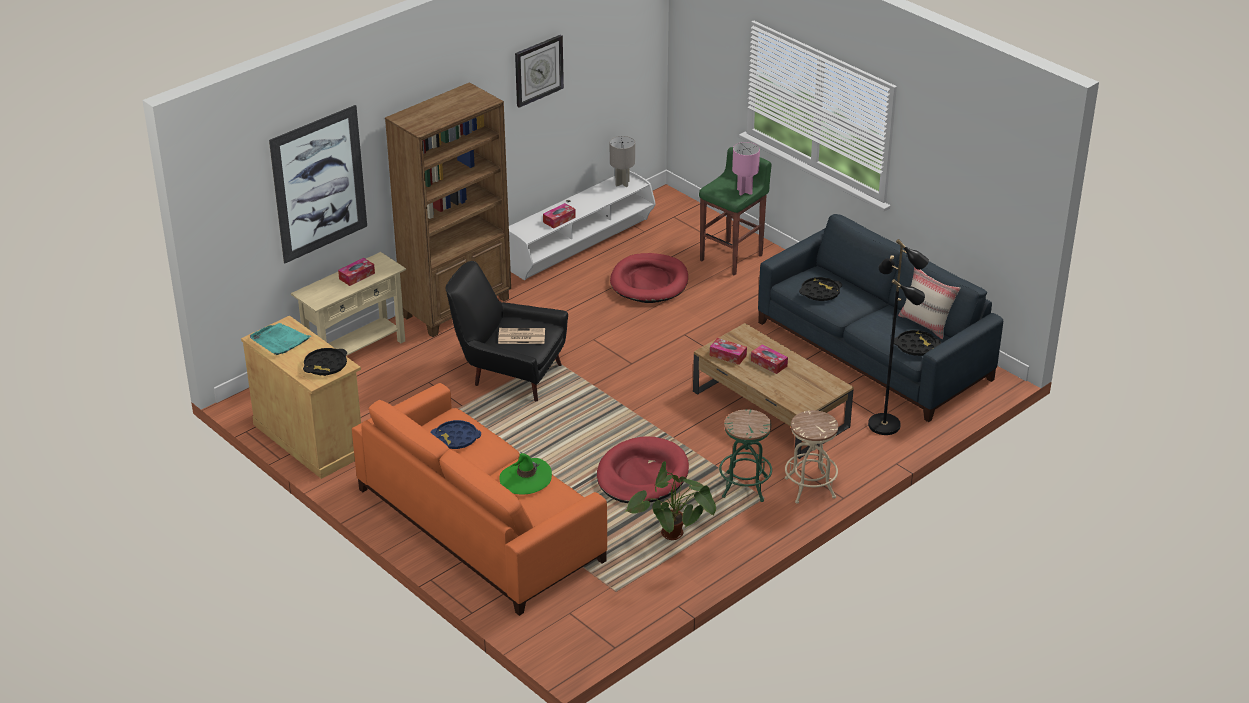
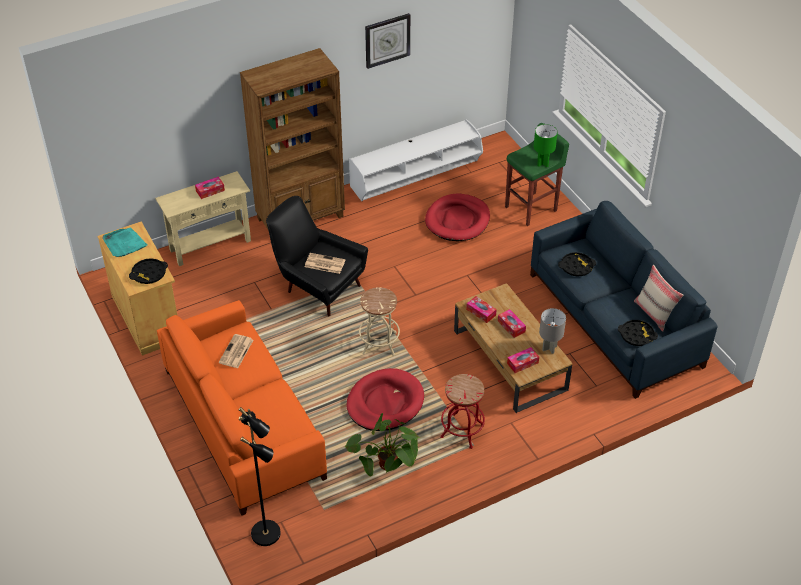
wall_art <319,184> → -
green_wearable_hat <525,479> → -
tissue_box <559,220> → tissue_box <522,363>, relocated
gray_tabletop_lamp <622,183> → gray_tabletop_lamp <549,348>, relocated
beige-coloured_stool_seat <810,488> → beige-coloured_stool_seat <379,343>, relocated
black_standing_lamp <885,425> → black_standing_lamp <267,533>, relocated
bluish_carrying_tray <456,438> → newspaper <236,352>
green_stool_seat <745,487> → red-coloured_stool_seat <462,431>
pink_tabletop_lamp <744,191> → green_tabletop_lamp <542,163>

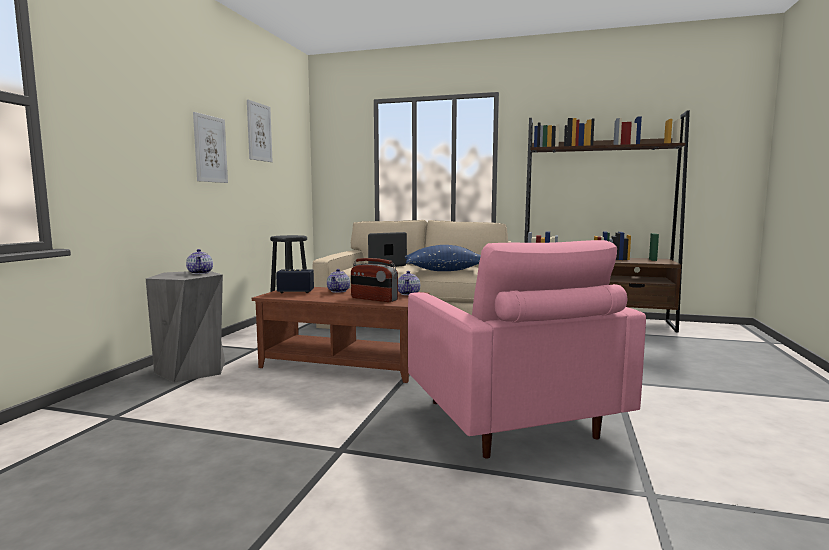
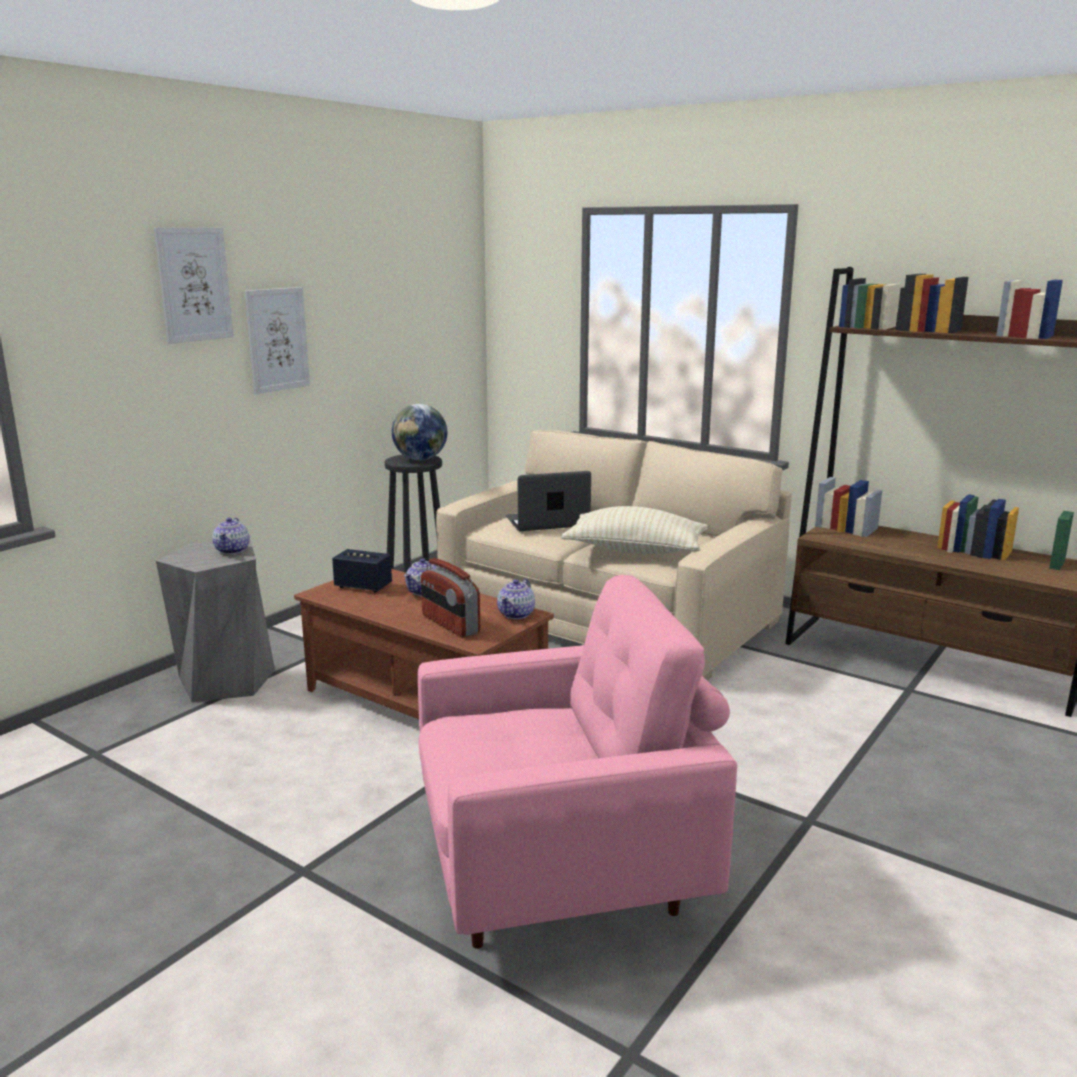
- → globe <420,459>
wall_art <259,132> → wall_art <194,284>, relocated
bluish_cushion <444,270> → beige-coloured_cushion <635,550>
pink_armchair <511,421> → pink_armchair <563,870>, 105 degrees counterclockwise

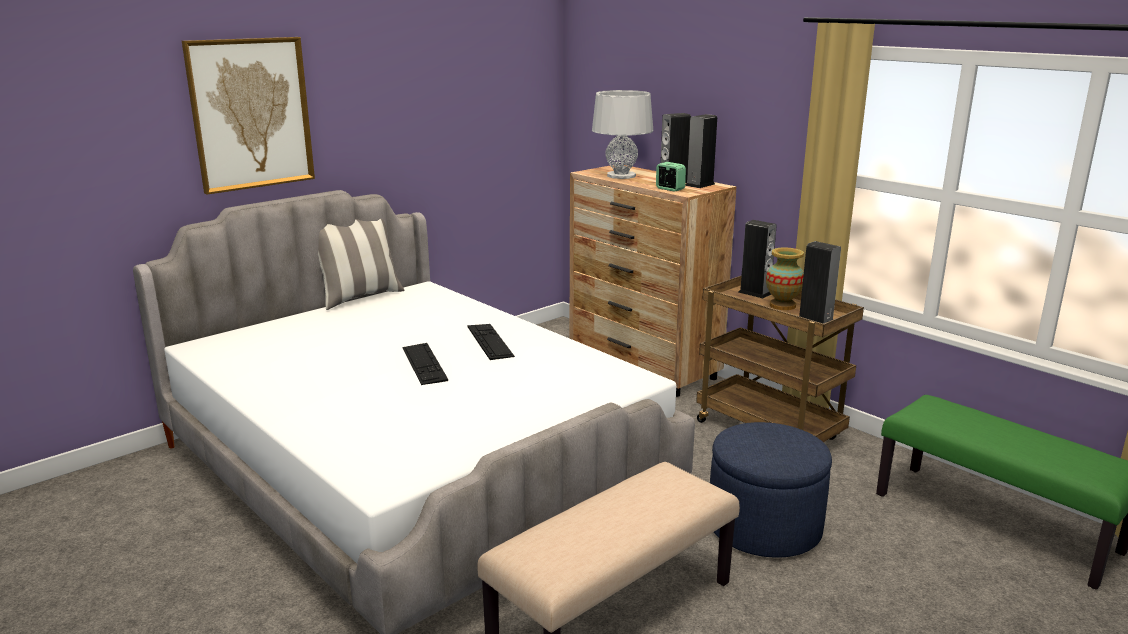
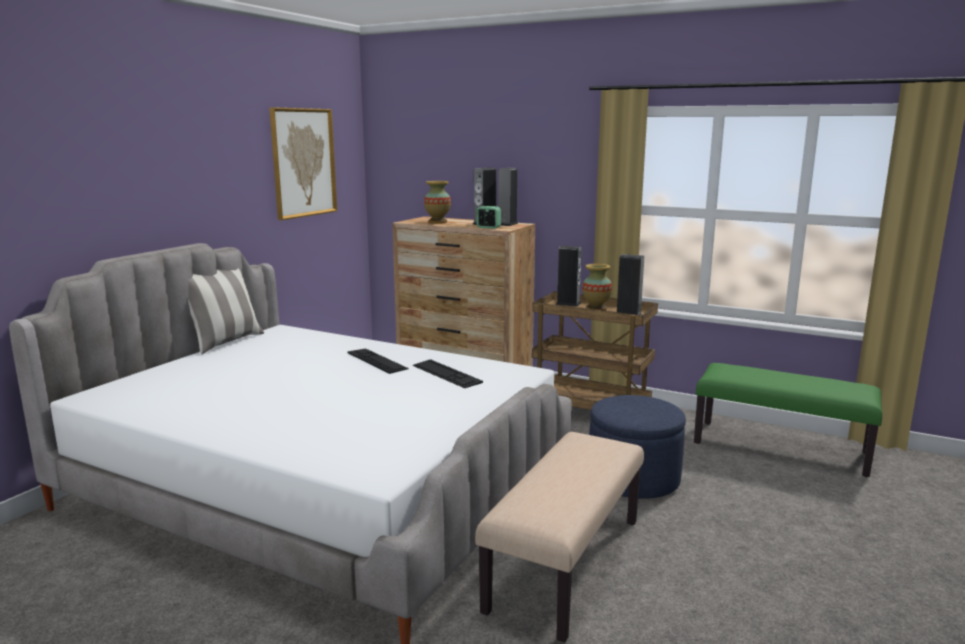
wall_art <251,114> → wall_art <303,162>, relocated
PC_keyboard <424,363> → PC_keyboard <446,373>, relocated
gray_tabletop_lamp <621,176> → vase <437,222>

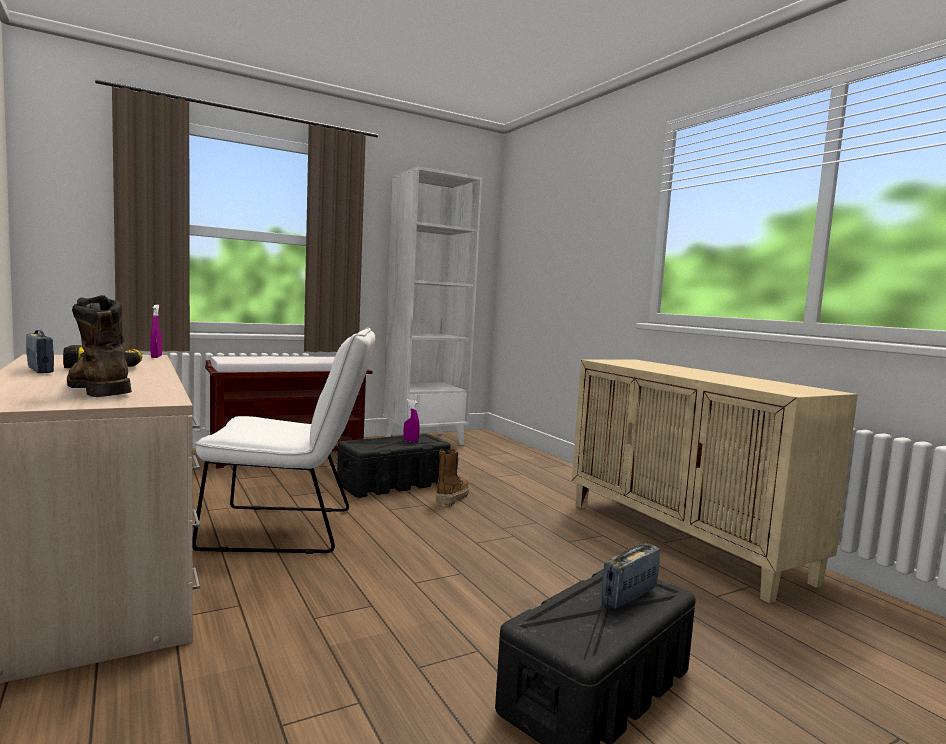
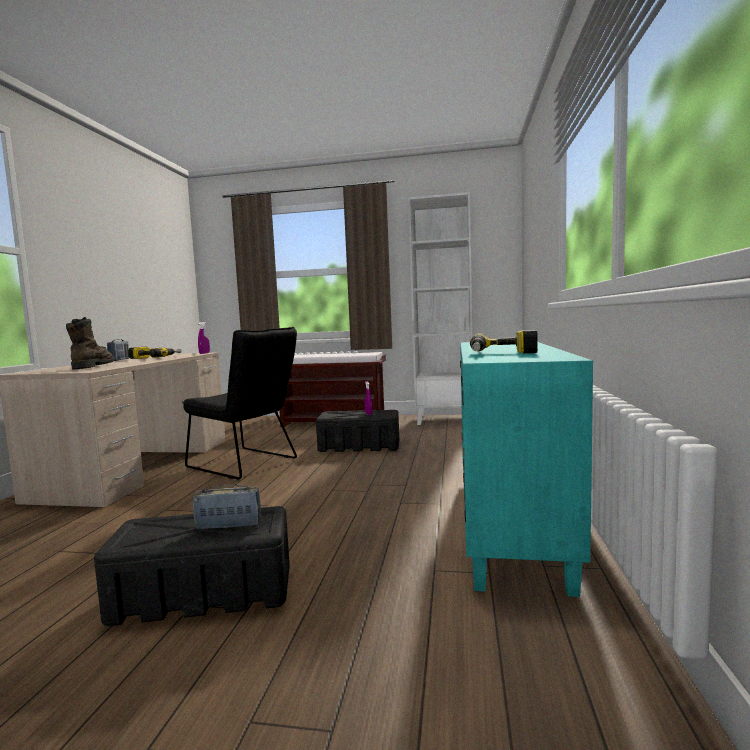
boot <451,498> → -
- → electric_drill <502,354>
white-coloured_plain_chair <290,530> → black_plain_chair <247,464>
beige-coloured_cupboard <684,540> → blue-green_cupboard <510,523>

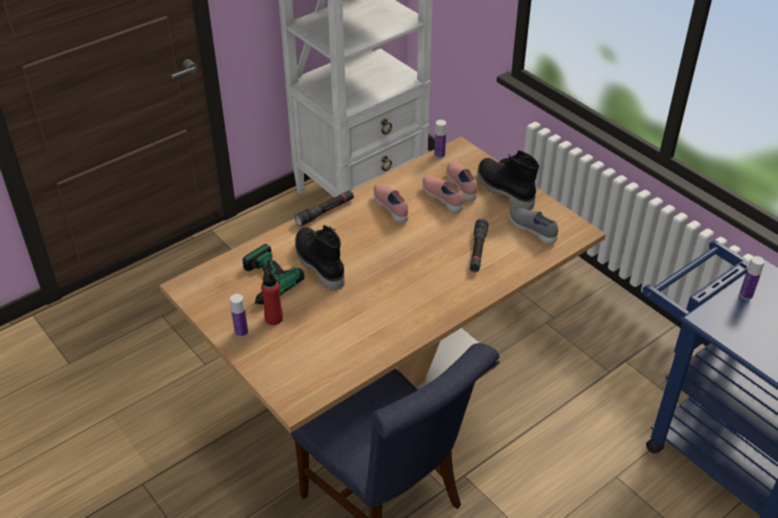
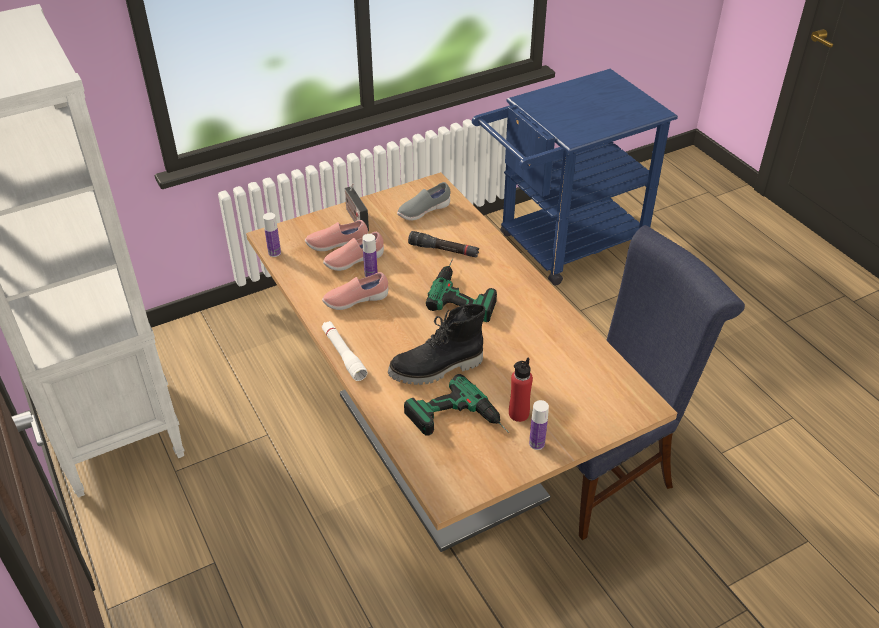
- → electric_drill <465,292>
beverage_bottle <746,295> → beverage_bottle <371,274>, relocated
black_boot <503,190> → radio <356,219>
black_flashlight <325,212> → white-coloured_flashlight <343,355>

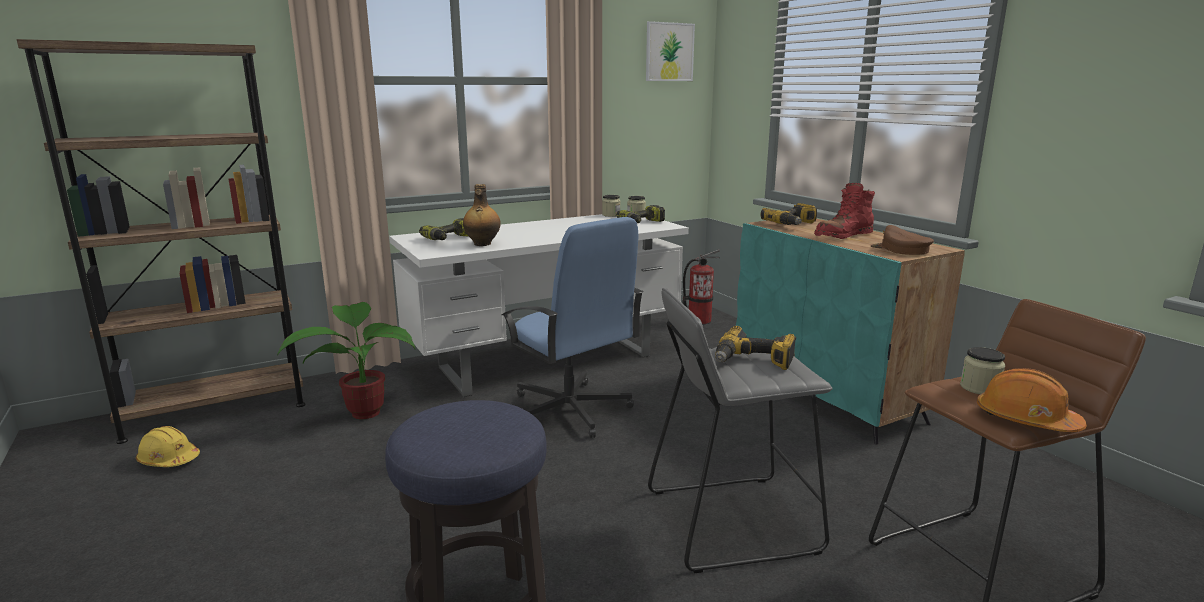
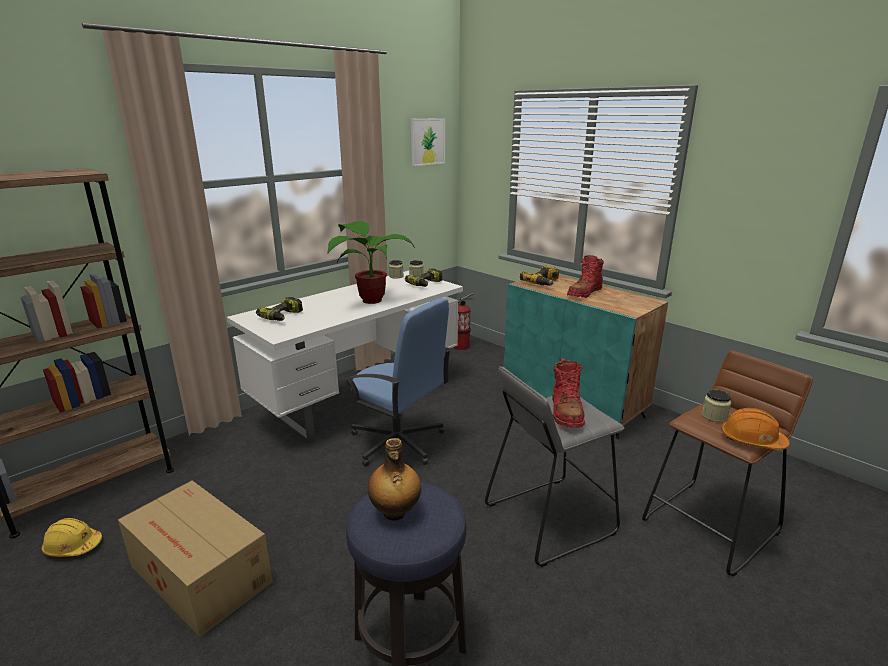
brown-coloured_peaked_cap <900,250> → -
- → packing_box <201,576>
plant_in_a_pot <363,411> → plant_in_a_pot <369,299>, relocated
beverage_bottle <482,244> → beverage_bottle <395,512>, relocated
electric_drill <753,361> → red-coloured_boot <566,412>

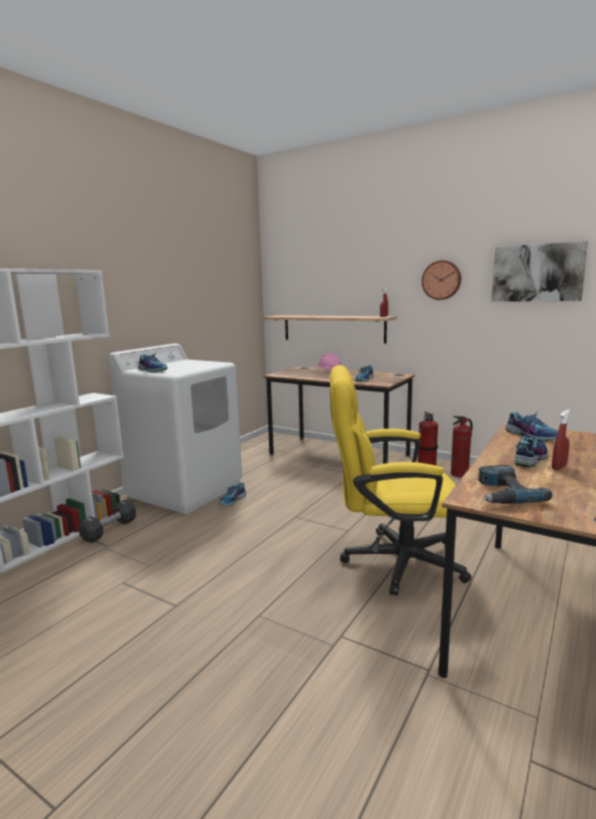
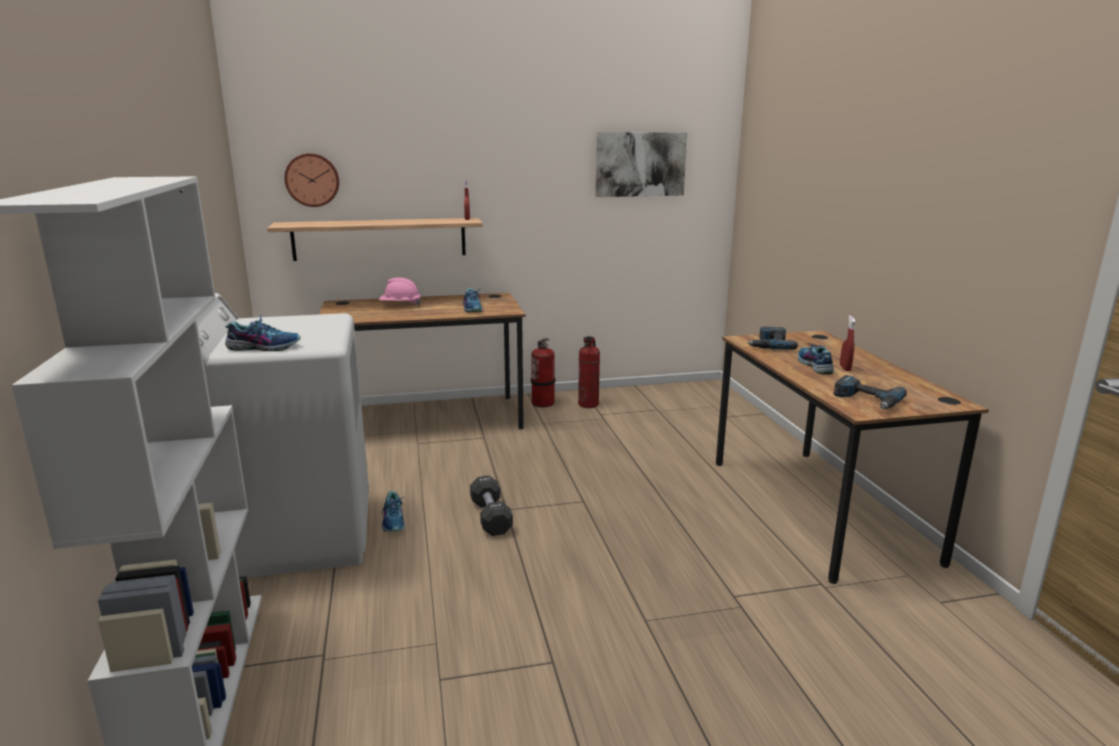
yellow-coloured_computer_chair <391,561> → -
black_free_weight <109,530> → black_free_weight <491,517>, relocated
wall_clock <441,280> → wall_clock <312,180>, relocated
item_of_footwear <532,435> → electric_drill <769,344>

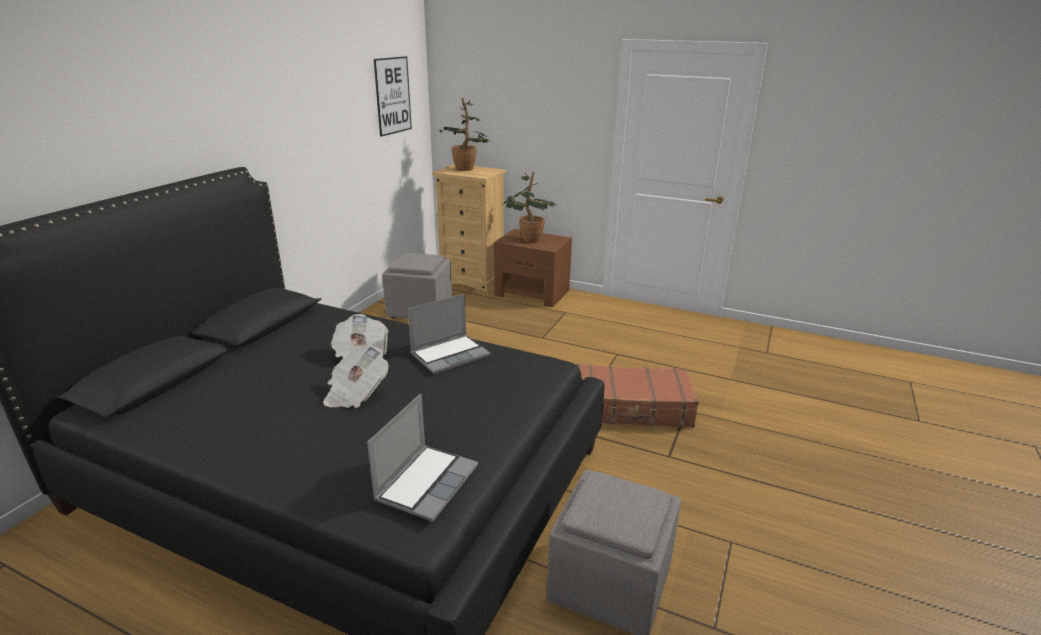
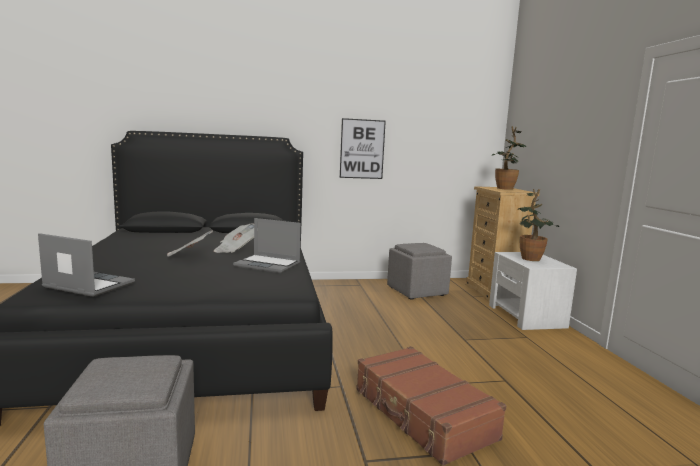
wall_art <393,96> → wall_art <362,149>, relocated
brown-coloured_night_table <532,293> → white-coloured_night_table <526,316>
notebook_computer <426,482> → notebook_computer <87,285>, 150 degrees counterclockwise

